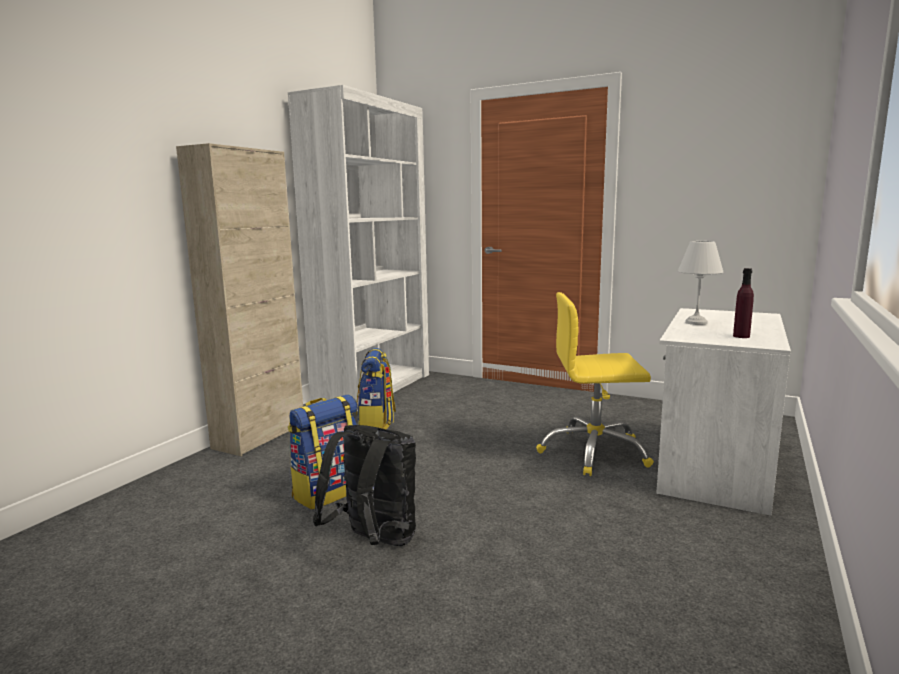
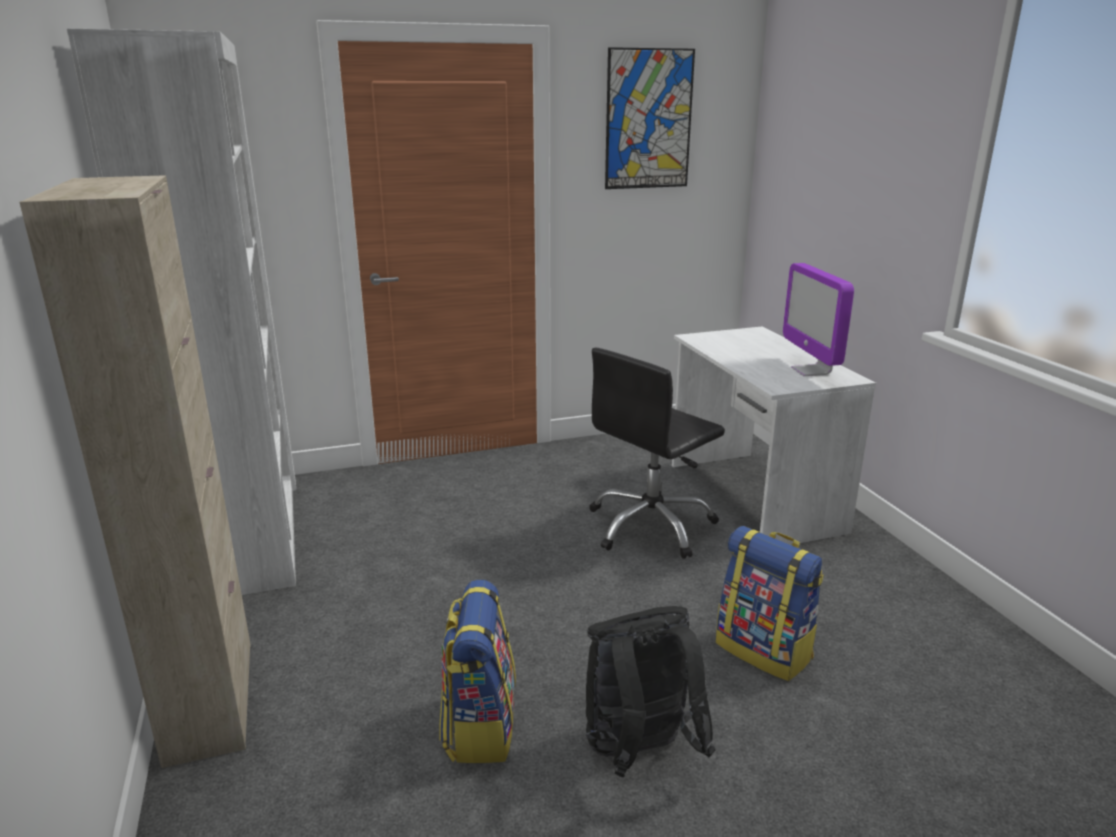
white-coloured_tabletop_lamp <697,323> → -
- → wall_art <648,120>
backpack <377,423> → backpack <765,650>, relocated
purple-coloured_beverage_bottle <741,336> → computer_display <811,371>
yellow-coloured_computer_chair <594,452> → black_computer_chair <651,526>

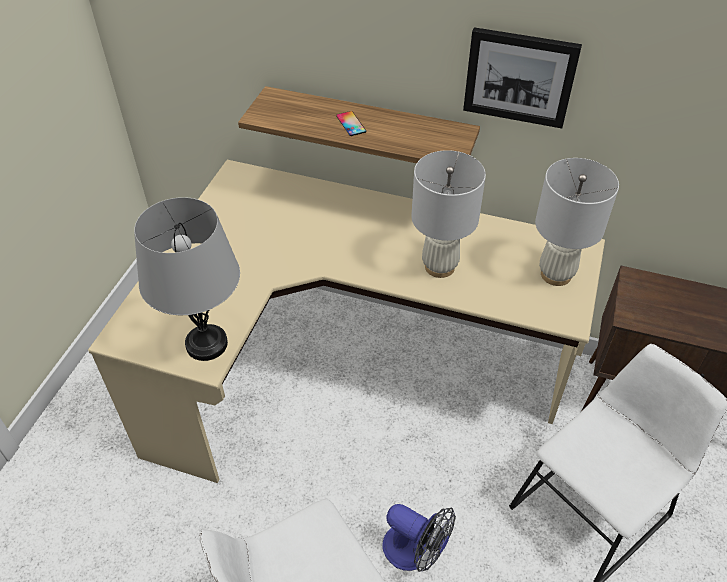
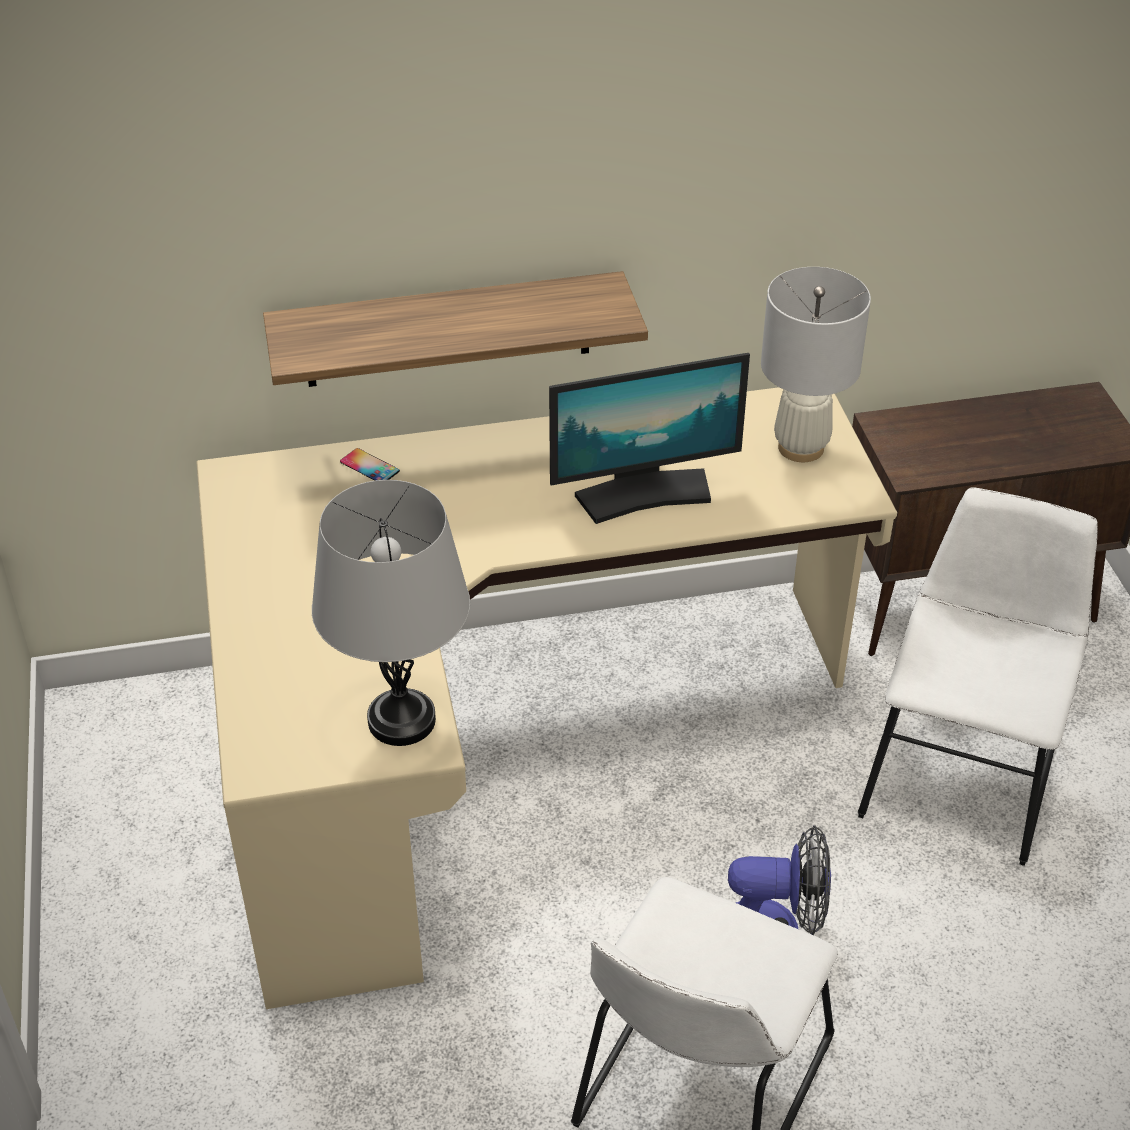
wall_art <519,77> → -
phone <351,124> → phone <369,466>, relocated
white-coloured_tabletop_lamp <440,266> → computer_display <644,494>

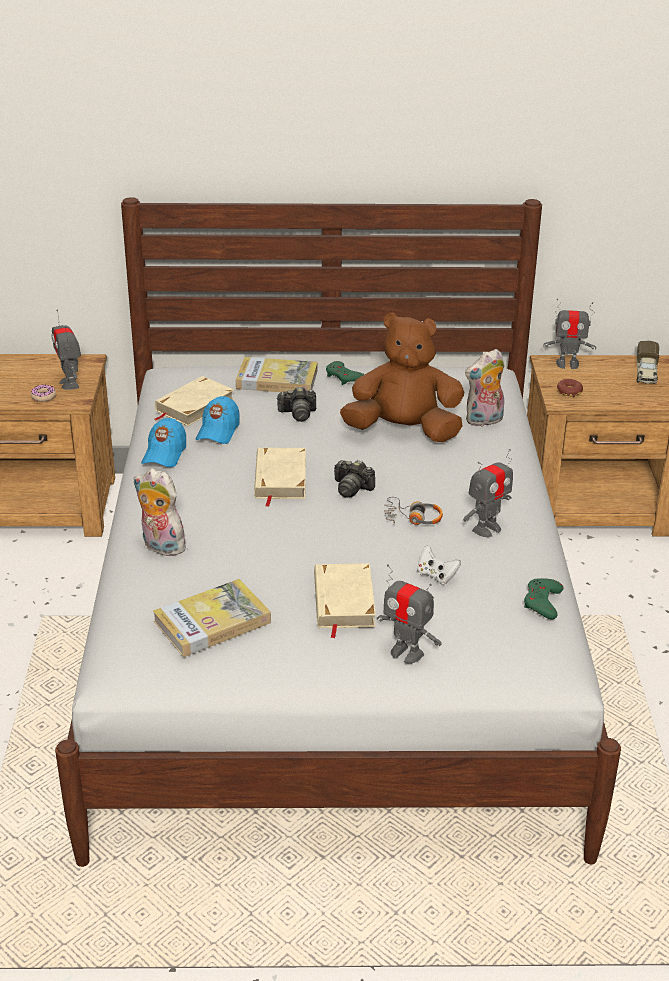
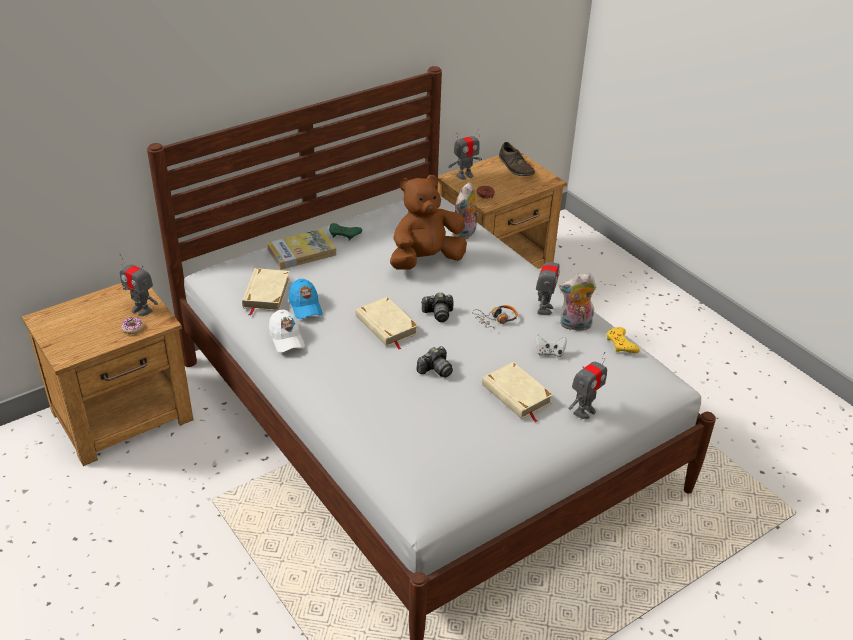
book <212,622> → -
plush_toy <160,547> → plush_toy <574,326>, relocated
still_camera <298,414> → still_camera <435,370>, relocated
model_truck <646,374> → brown-coloured_item_of_footwear <515,167>
bluish_peaked_cap <164,454> → white-coloured_peaked_cap <286,338>
green_joypad <542,602> → yellow-coloured_joypad <621,344>
model_robot <406,653> → model_robot <584,411>, 45 degrees counterclockwise

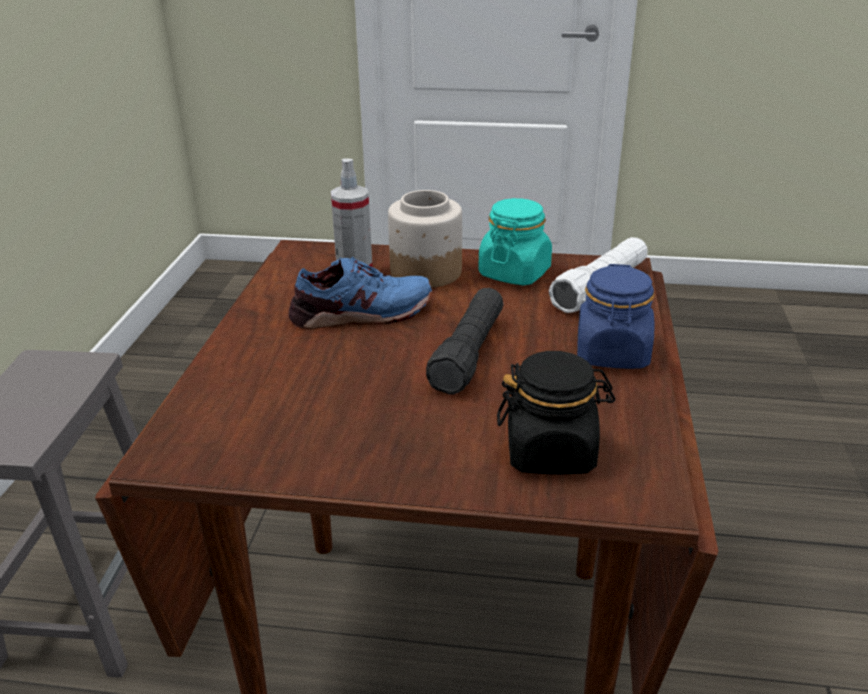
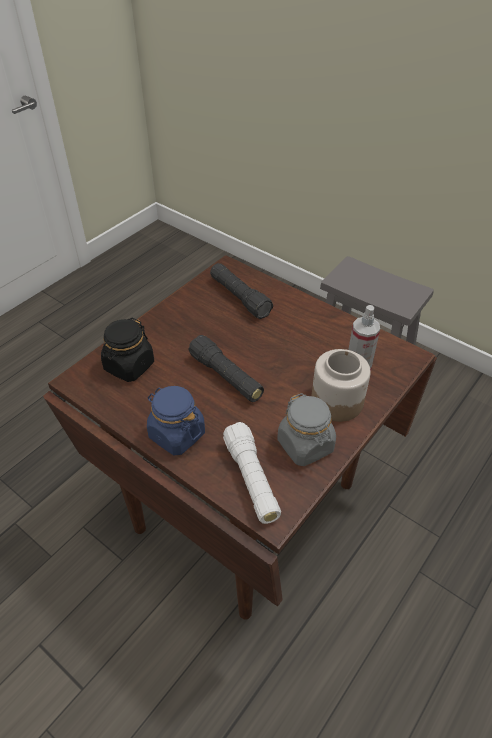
bluish_item_of_footwear <361,314> → -
- → black_flashlight <239,297>
blue-green_preserve_jar <514,273> → gray_preserve_jar <305,445>

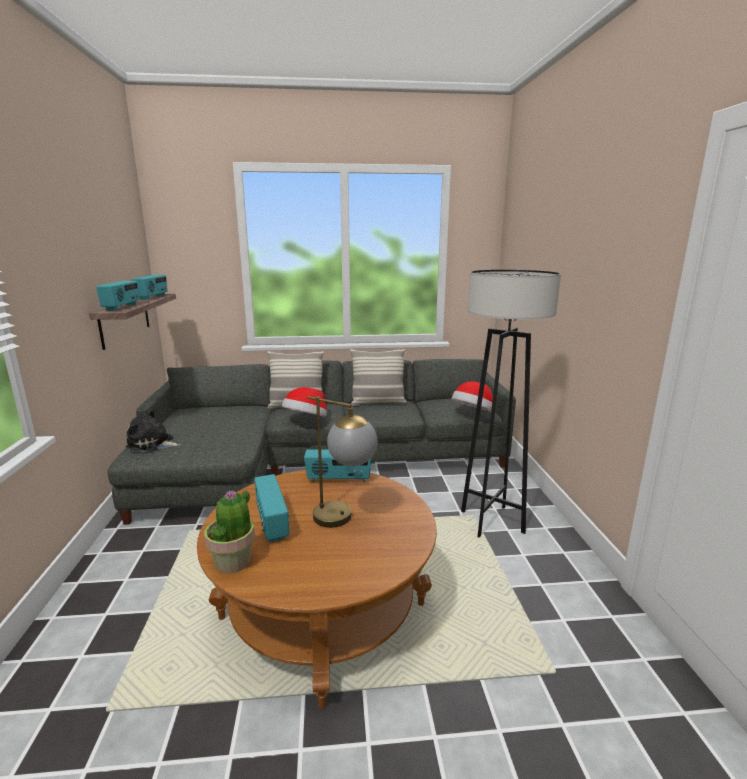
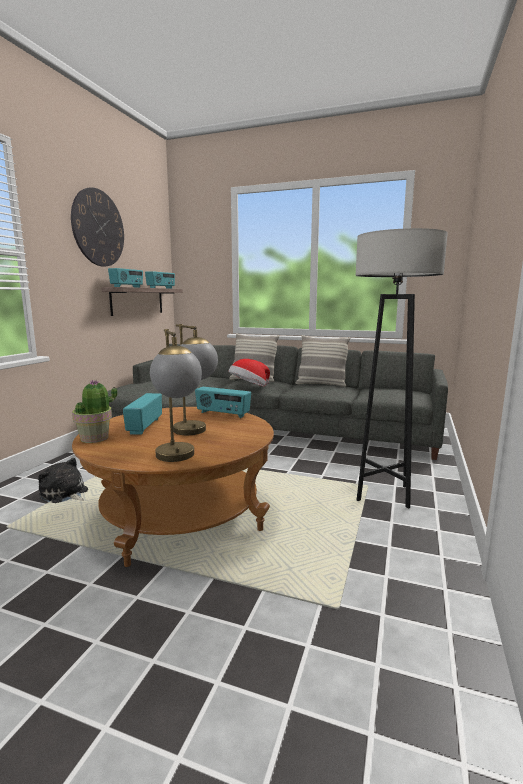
wearable_hat <473,413> → -
- → wall_clock <98,228>
- → tabletop_lamp <178,459>
plush_toy <152,444> → plush_toy <65,494>, relocated

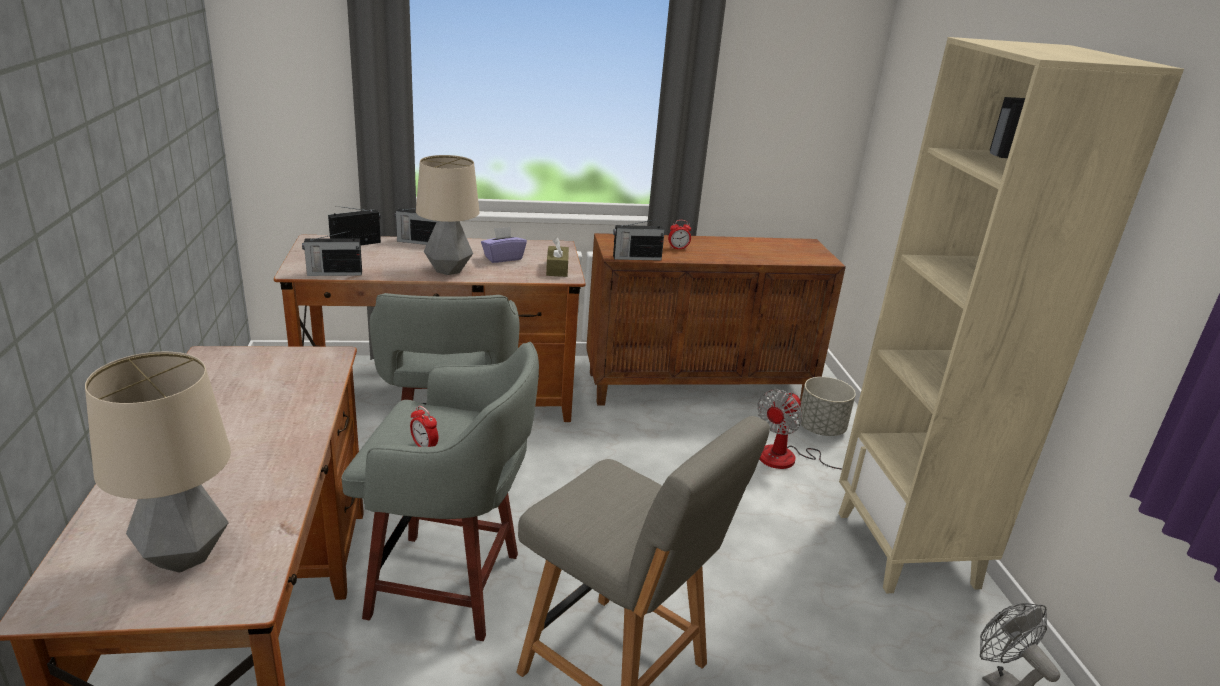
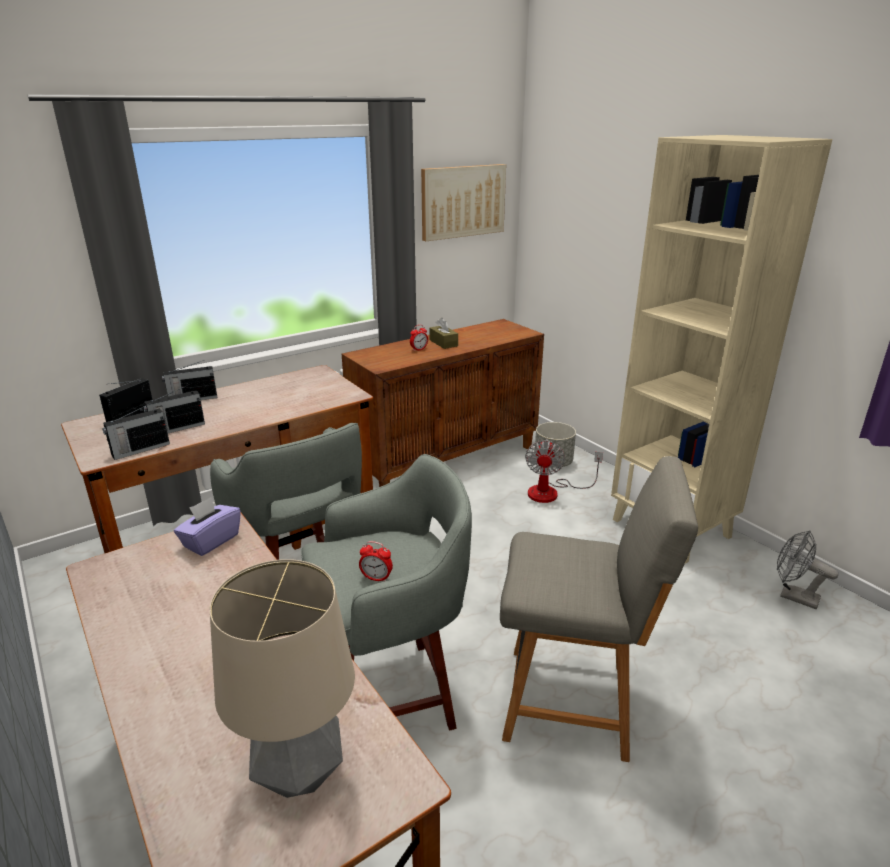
tabletop_lamp <448,270> → -
- → wall_art <462,201>
purple-coloured_tissue_box <503,258> → purple-coloured_tissue_box <211,541>, relocated
brown-coloured_tissue_box <557,269> → brown-coloured_tissue_box <443,343>, relocated
radio <636,258> → radio <177,428>, relocated

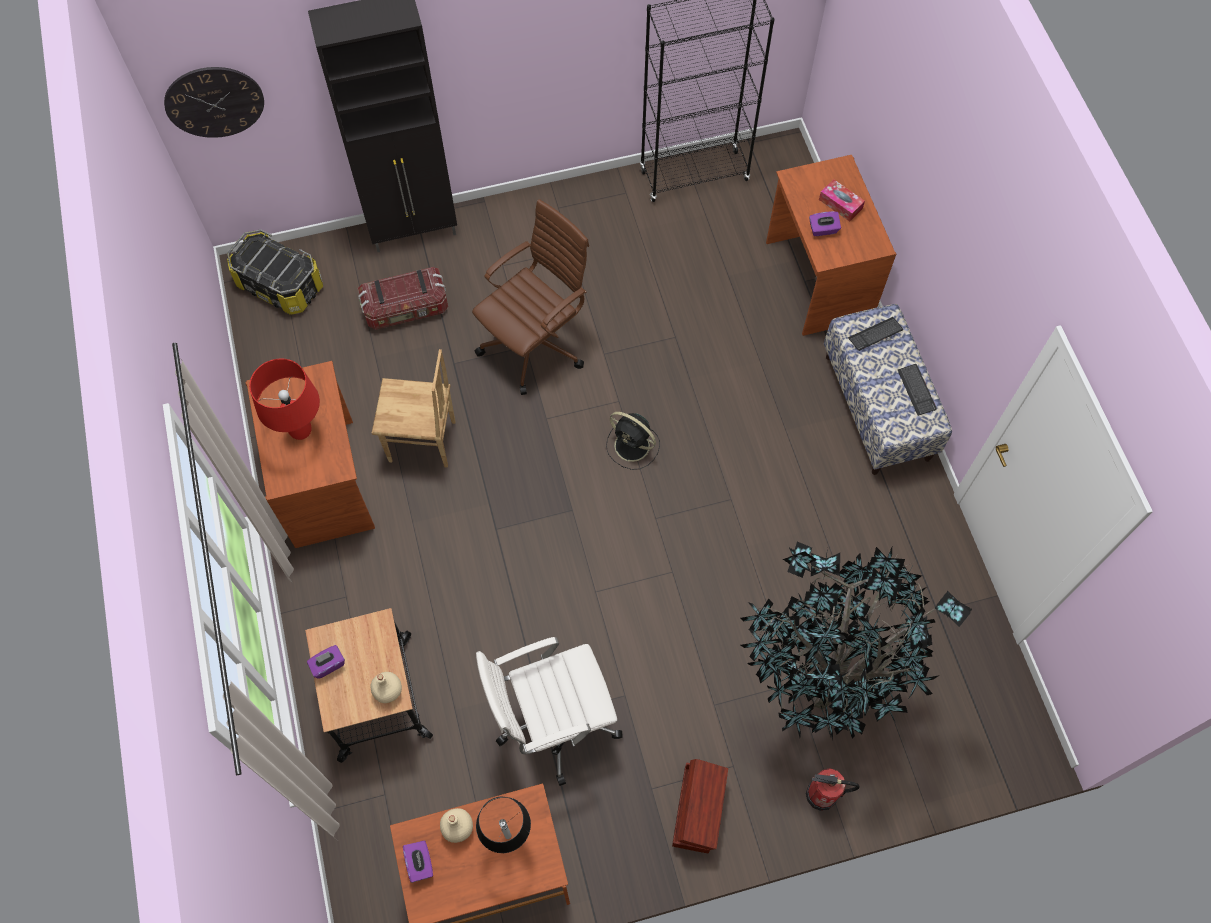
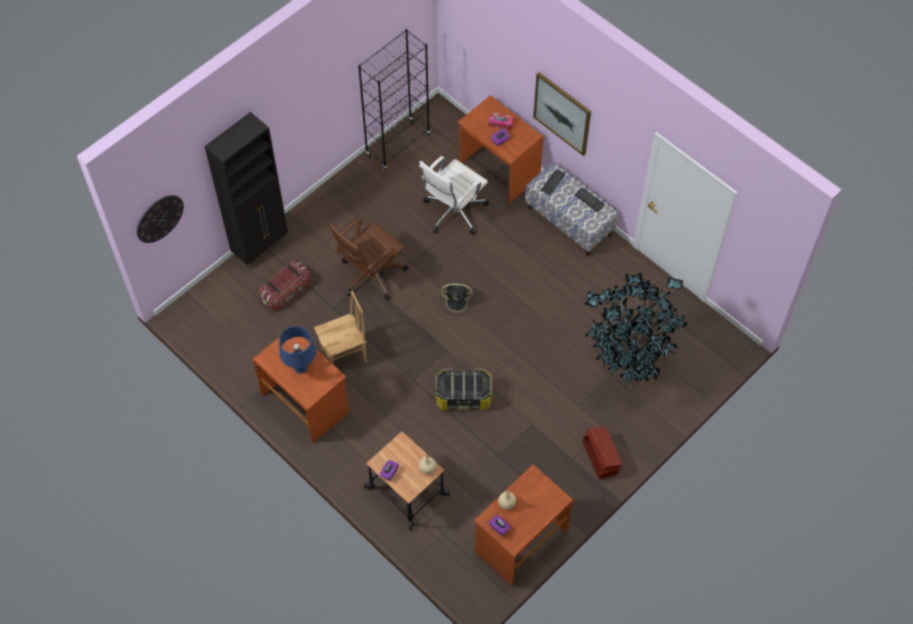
black_tabletop_lamp <507,835> → -
fire_extinguisher <822,795> → -
- → wall_art <562,113>
storage_box <280,285> → storage_box <463,396>, relocated
white-coloured_computer_chair <553,721> → white-coloured_computer_chair <453,212>, relocated
red-coloured_tabletop_lamp <301,431> → bluish_tabletop_lamp <300,368>
brown-coloured_computer_chair <536,343> → brown-coloured_computer_chair <370,275>, 150 degrees counterclockwise

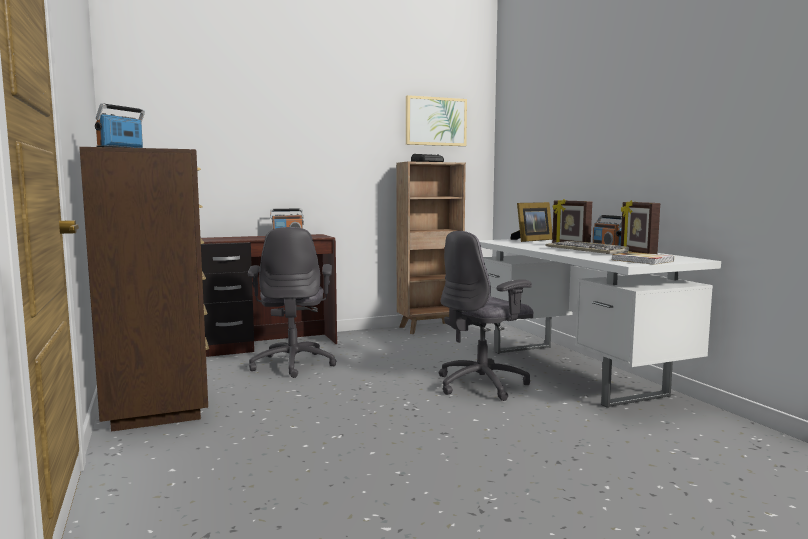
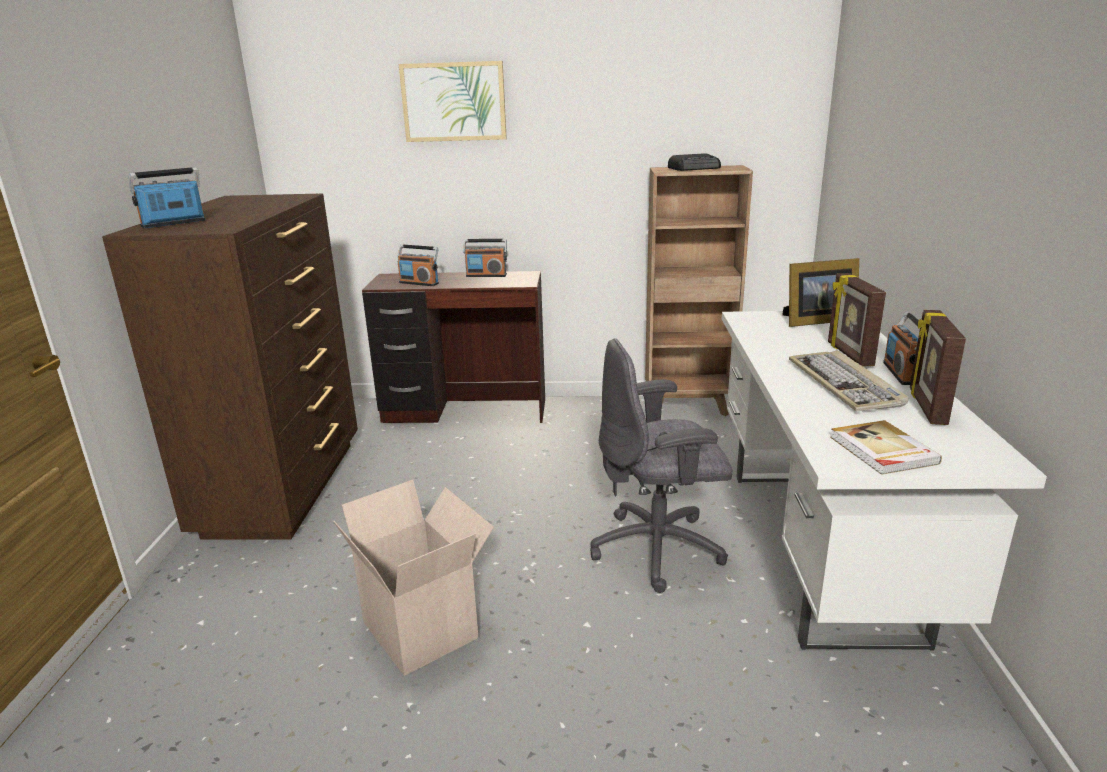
gray_computer_chair <293,364> → -
- → packing_box <424,629>
- → radio <419,283>
wall_art <435,121> → wall_art <454,102>, relocated

